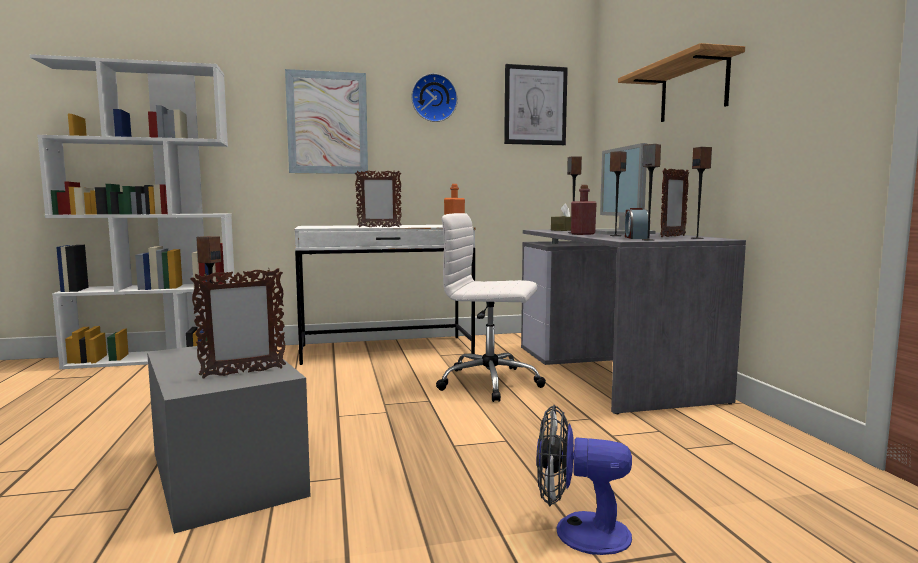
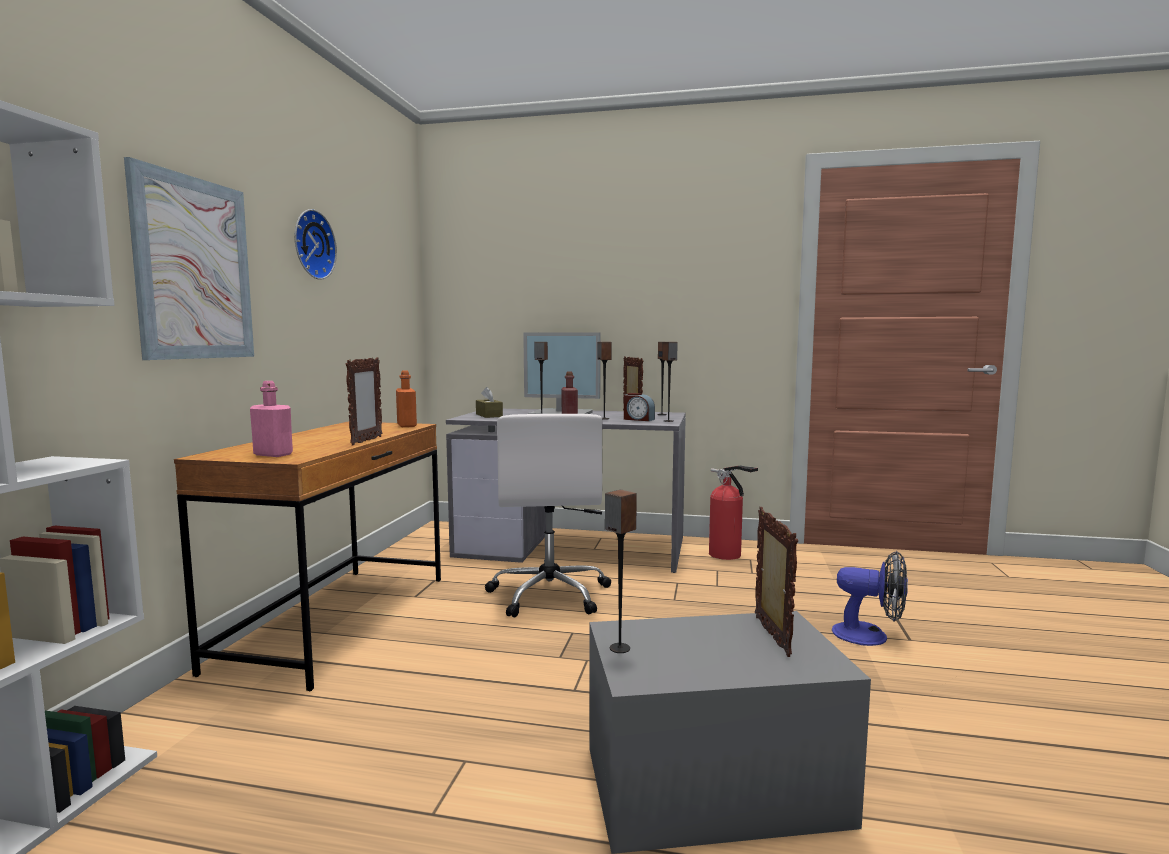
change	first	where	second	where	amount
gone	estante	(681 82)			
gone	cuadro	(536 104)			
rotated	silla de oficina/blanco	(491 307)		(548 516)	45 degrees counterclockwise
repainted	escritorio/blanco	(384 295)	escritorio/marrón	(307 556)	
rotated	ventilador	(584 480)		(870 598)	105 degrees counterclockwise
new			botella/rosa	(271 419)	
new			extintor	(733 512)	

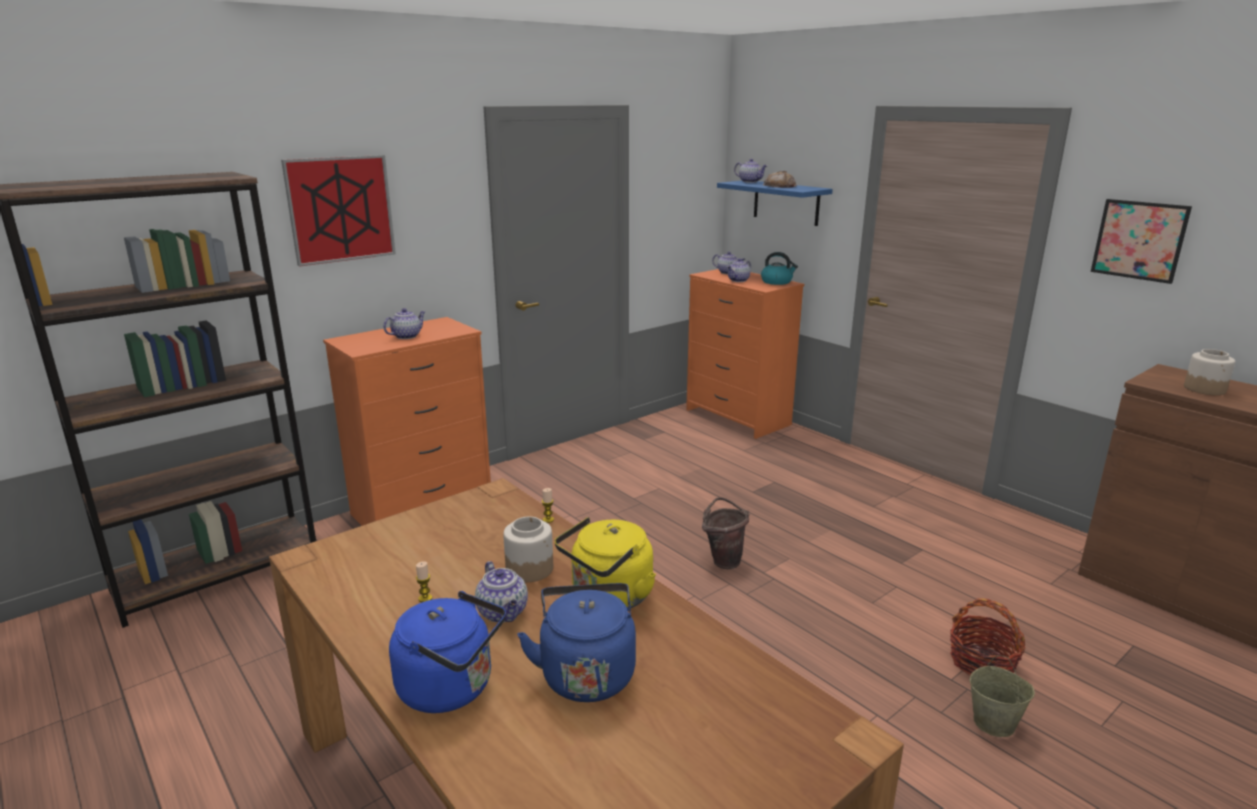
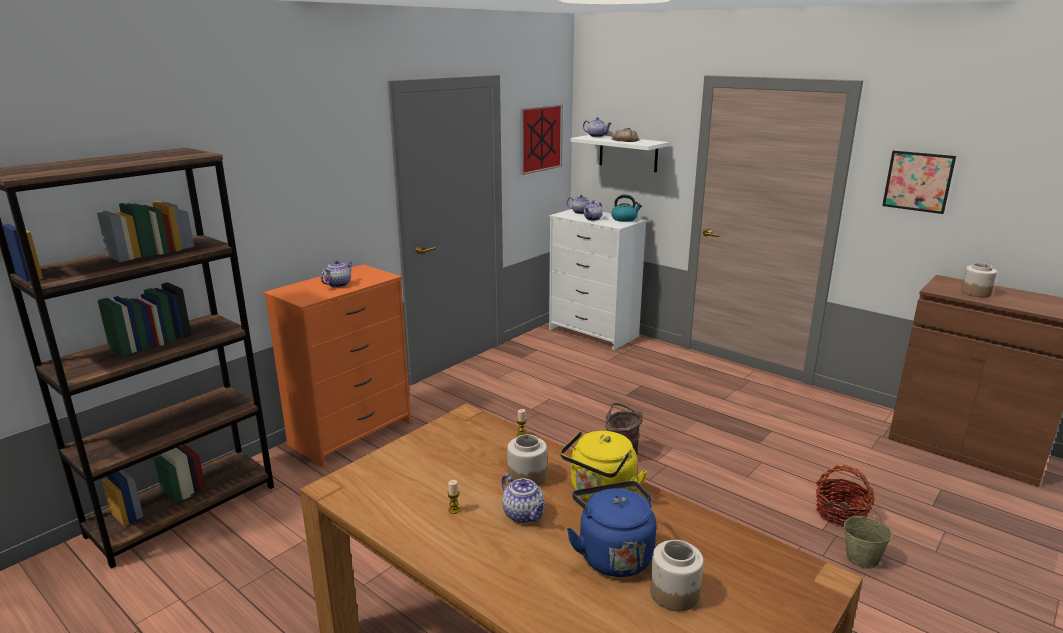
change	first	where	second	where	amount
shifted	cuadro	(338 211)		(541 139)	
repainted	estante/azul	(775 203)	estante/blanco	(620 153)	
repainted	cómoda/naranja	(745 354)	cómoda/blanco	(598 279)	
gone	hervidor/azul	(447 652)			
new			tarro	(677 575)	

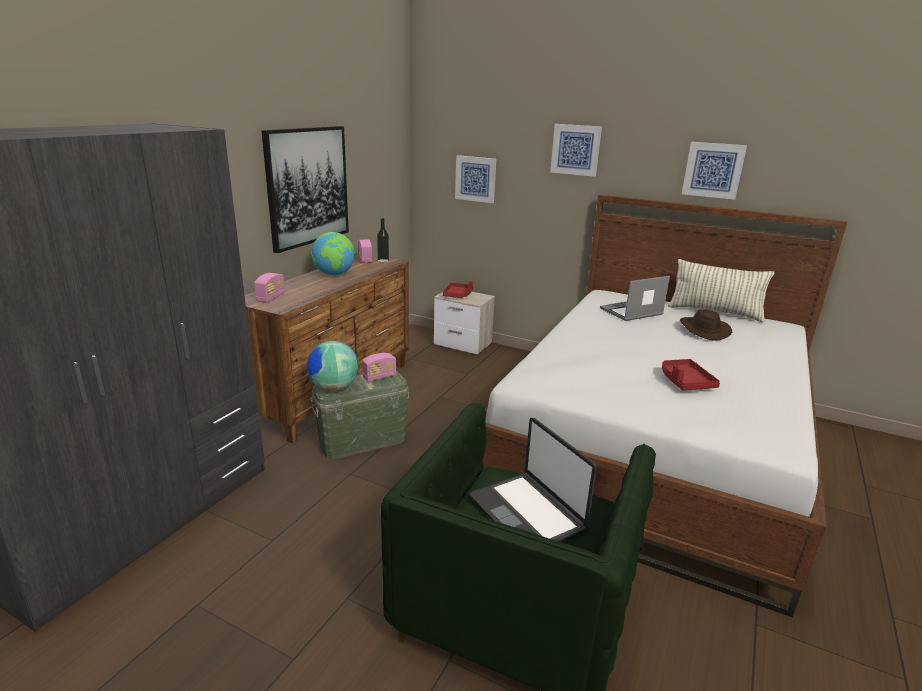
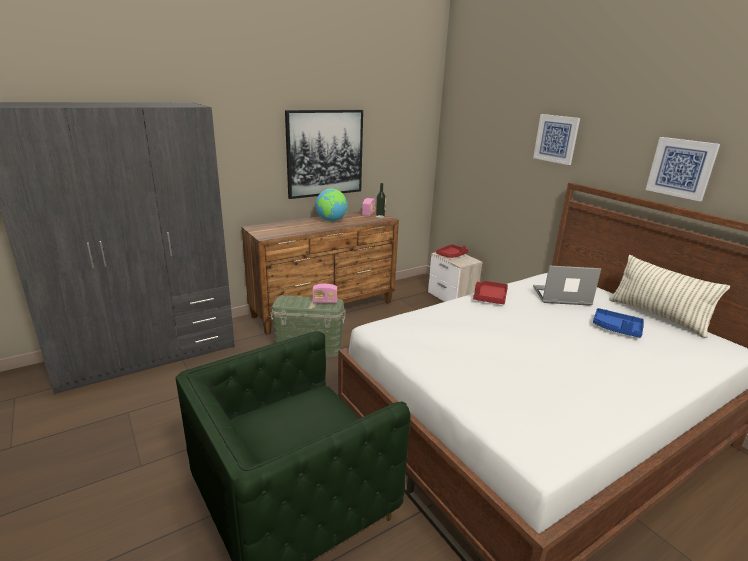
change	first	where	second	where	amount
gone	cuadro	(475 179)			
gone	radio	(269 288)			
swapped	sombrero/marrón	(706 325)	bandeja/azul	(618 323)	
gone	globo terráqueo	(332 366)			
shifted	bandeja/rojo	(691 374)		(490 292)	
gone	portátil	(533 480)			

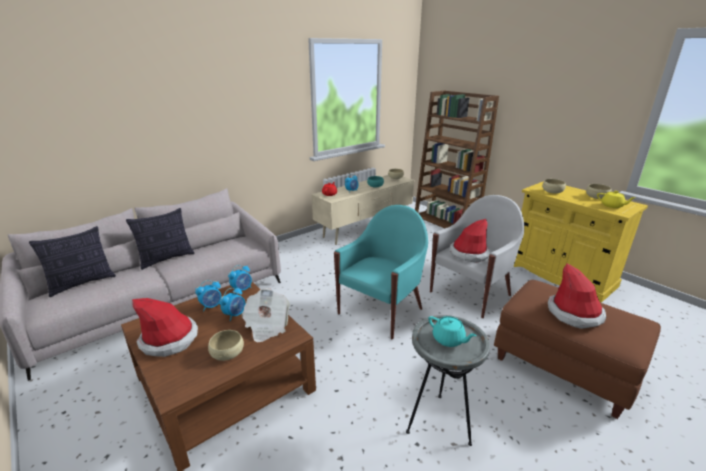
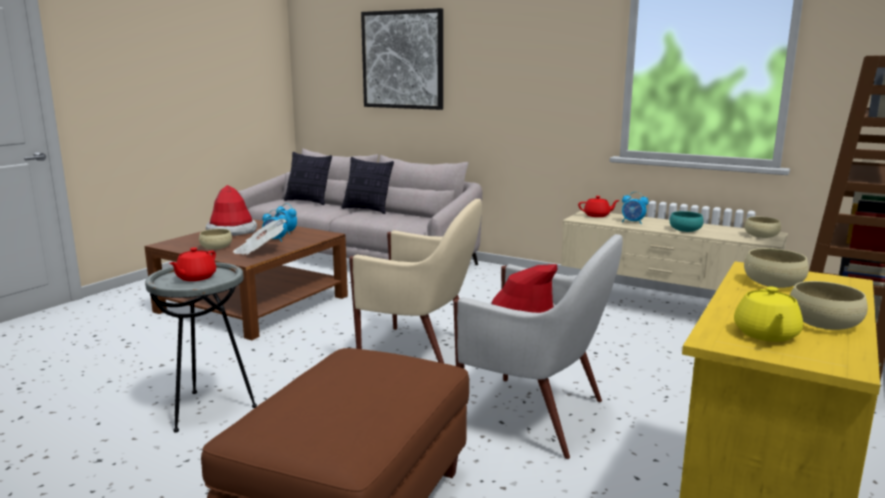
change	first	where	second	where	amount
repainted	sillón/turquesa	(381 272)	sillón/beis	(415 281)	
gone	sombrero	(577 296)			
gone	despertador	(240 279)			
repainted	tetera/turquesa	(452 331)	tetera/rojo	(192 264)	
new			cuadro	(402 59)	

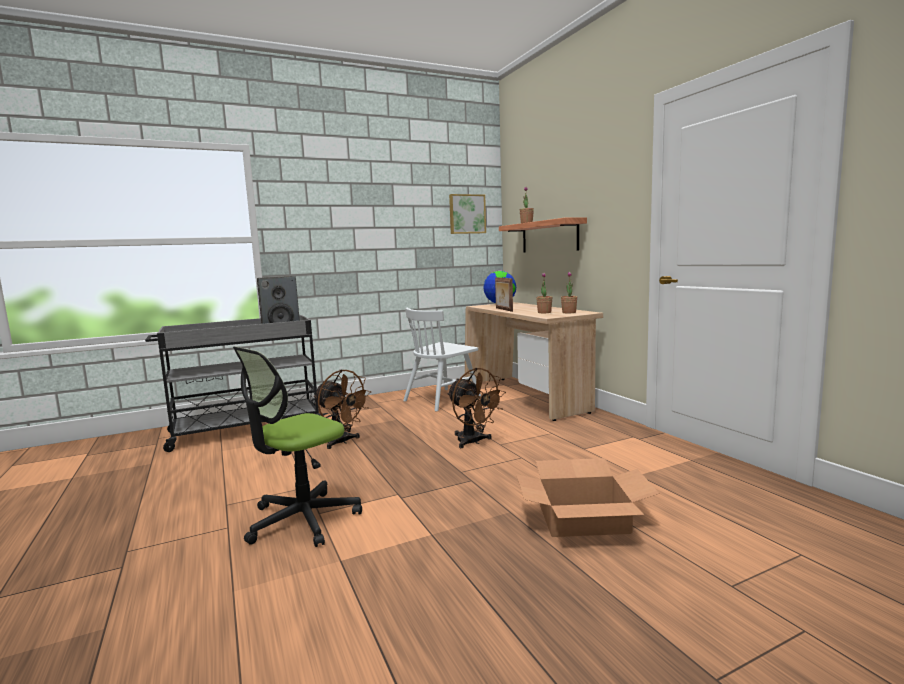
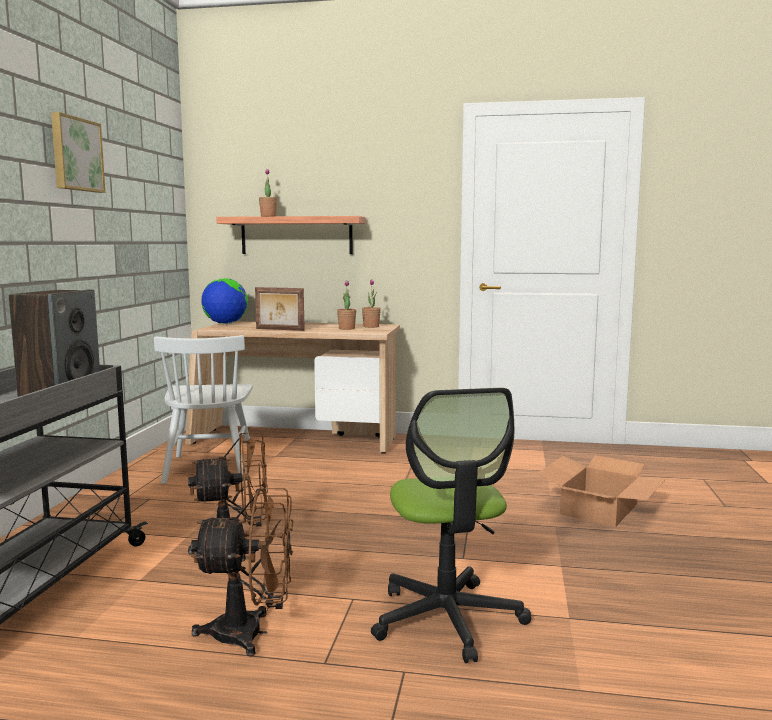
change	first	where	second	where	amount
shifted	cuadro	(467 214)		(78 152)	
shifted	ventilador/marrón	(476 408)		(241 572)	

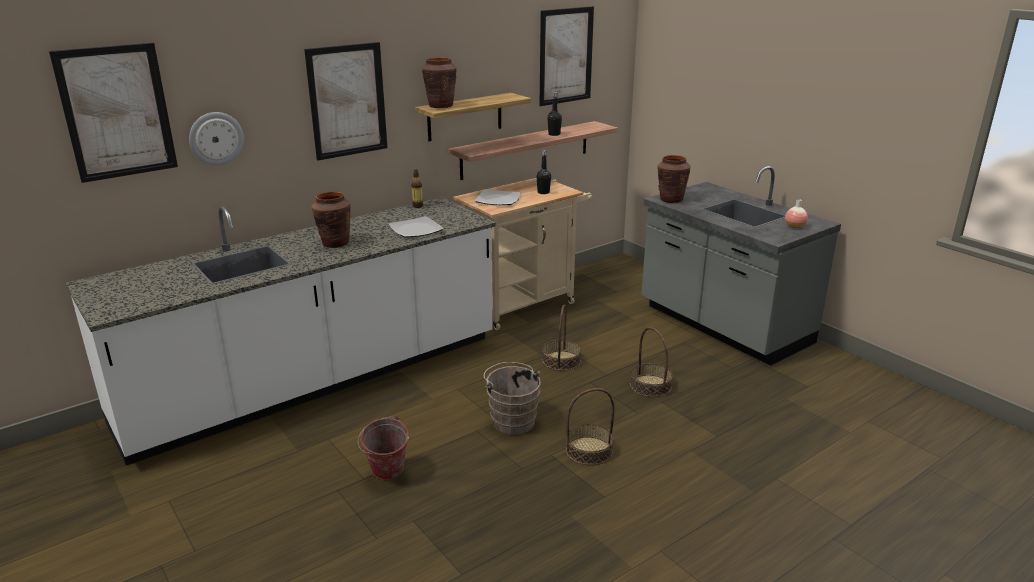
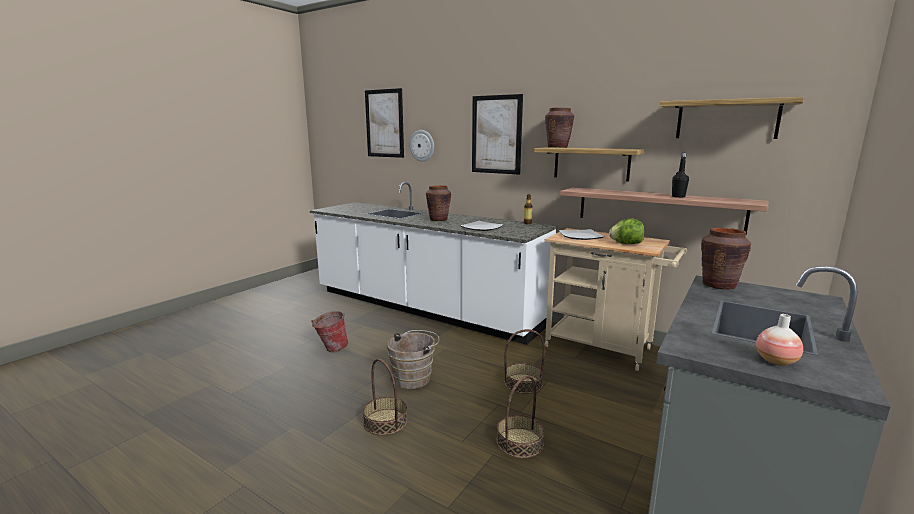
change	first	where	second	where	amount
swapped	cuadro	(566 56)	estante	(732 118)	
swapped	botella/negro	(543 172)	lechuga	(627 231)	

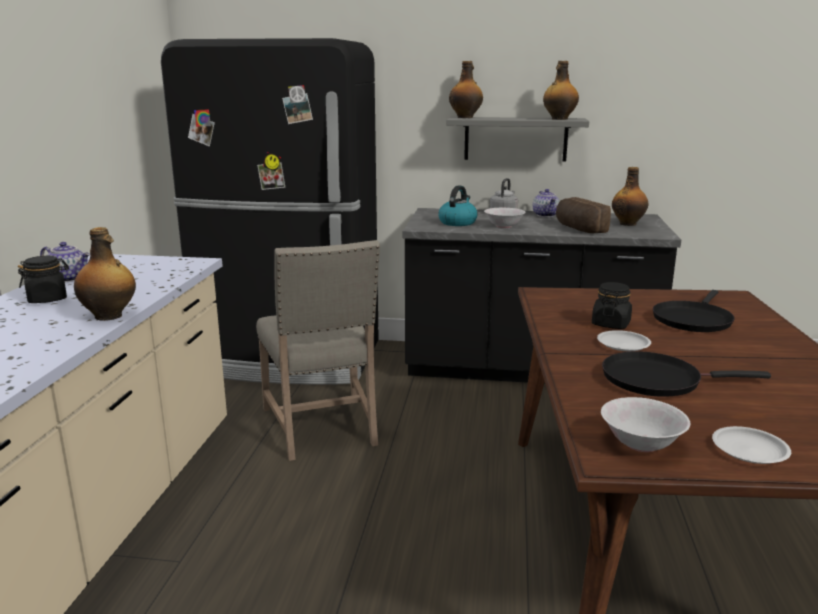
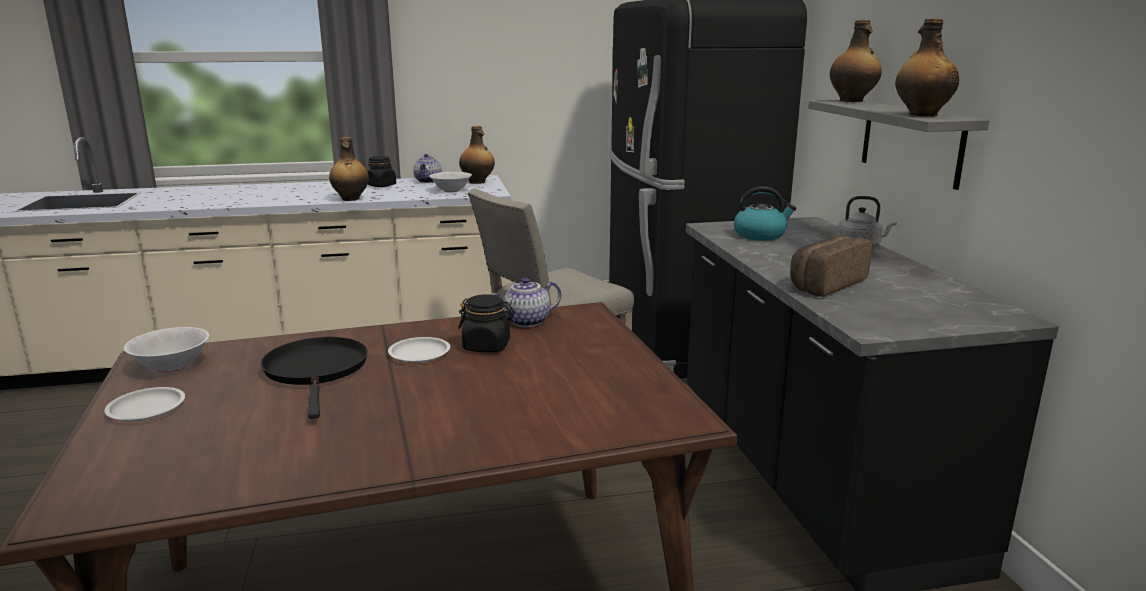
change	first	where	second	where	amount
shifted	botella	(630 196)		(477 155)	
shifted	tetera	(546 203)		(526 302)	
shifted	cuenco/blanco	(505 218)		(450 182)	
gone	sartén/negro	(694 311)			

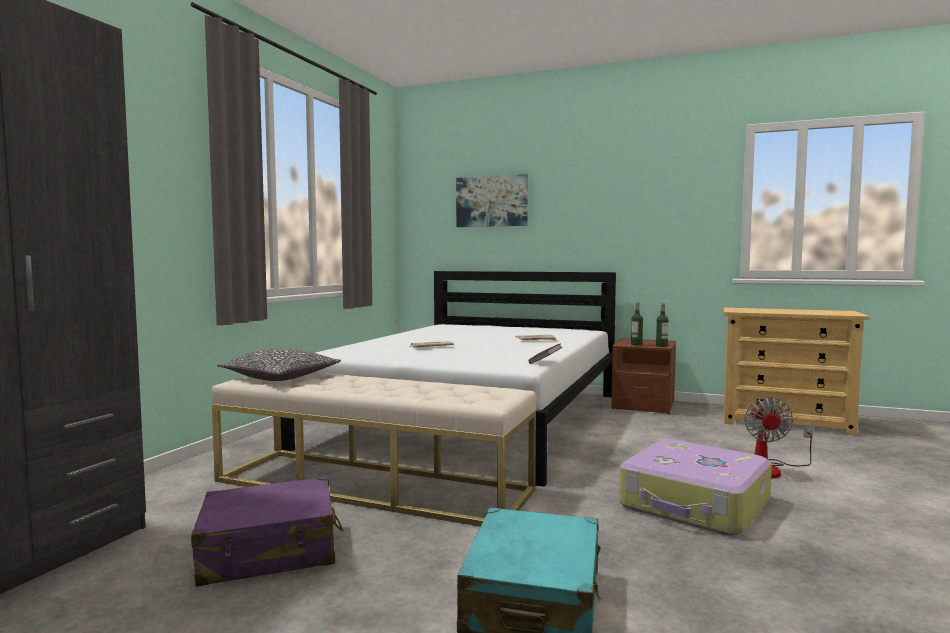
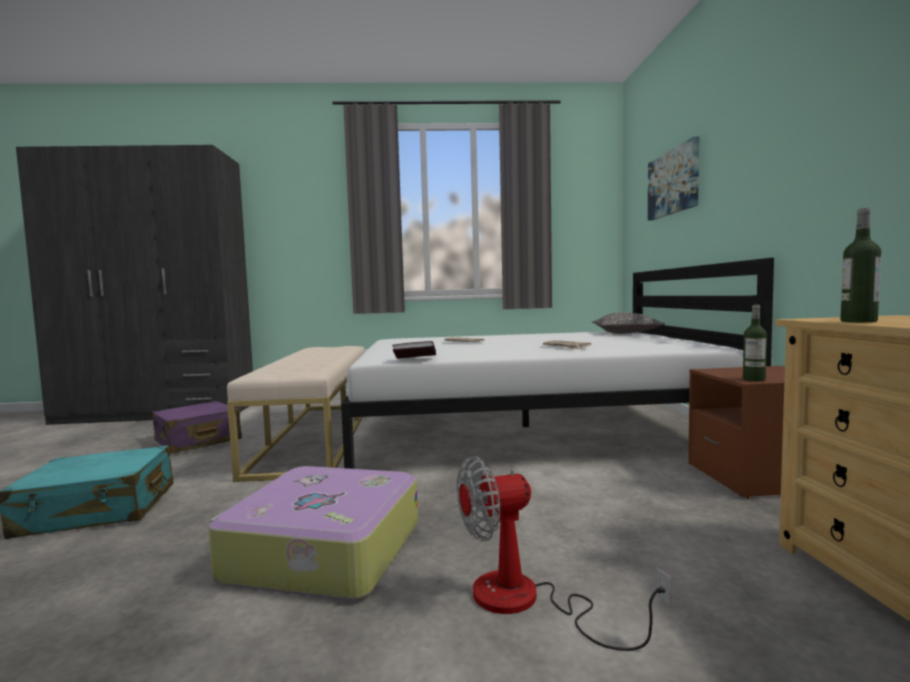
change	first	where	second	where	amount
shifted	botella	(637 324)		(860 265)	
shifted	cojín	(279 364)		(629 323)	

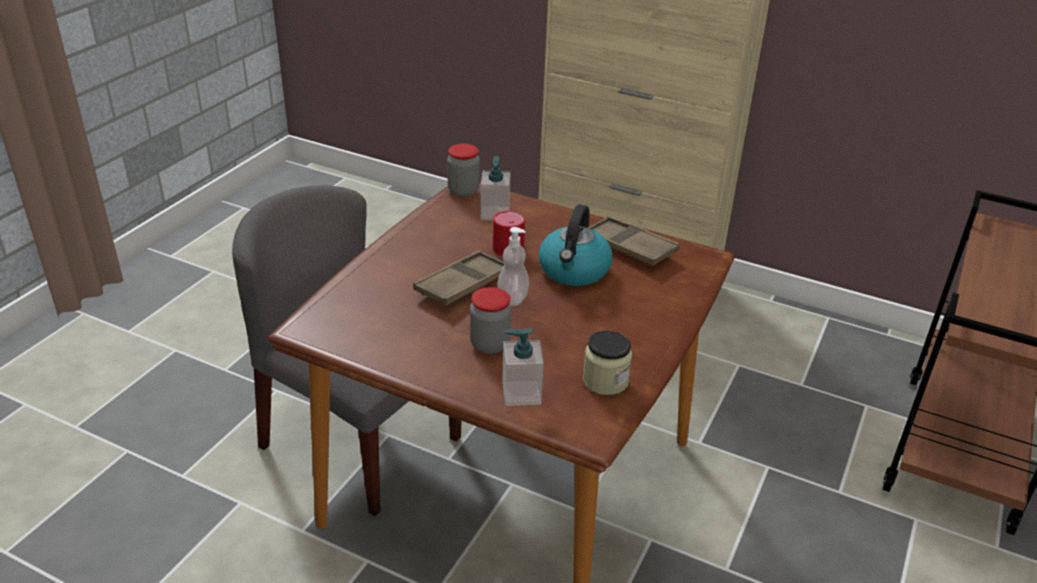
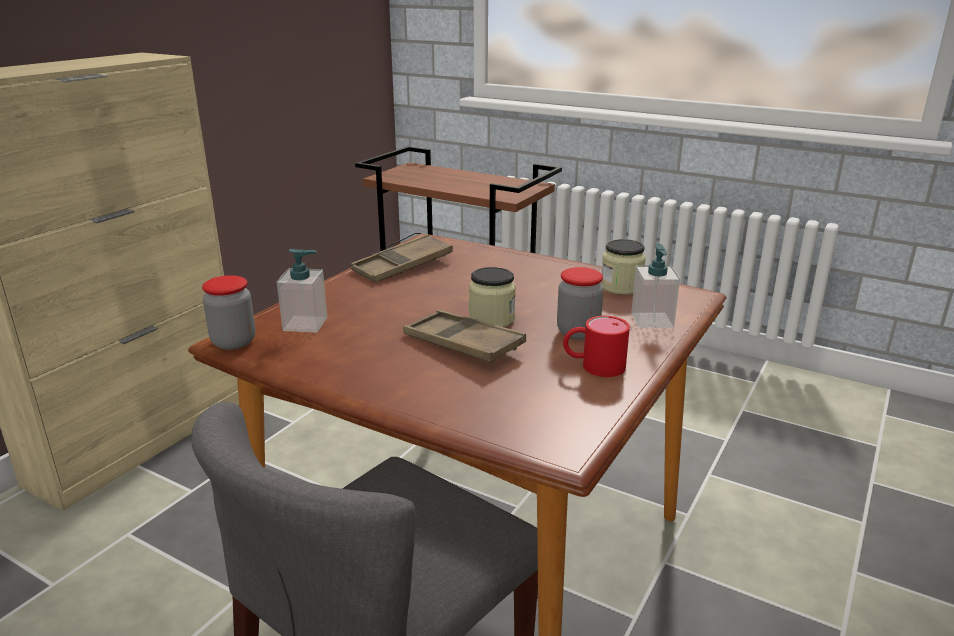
change	first	where	second	where	amount
gone	hervidor	(575 245)			
shifted	taza grande/rojo	(509 233)		(596 346)	
swapped	dispensador de jabón	(513 266)	tarro	(492 297)	

